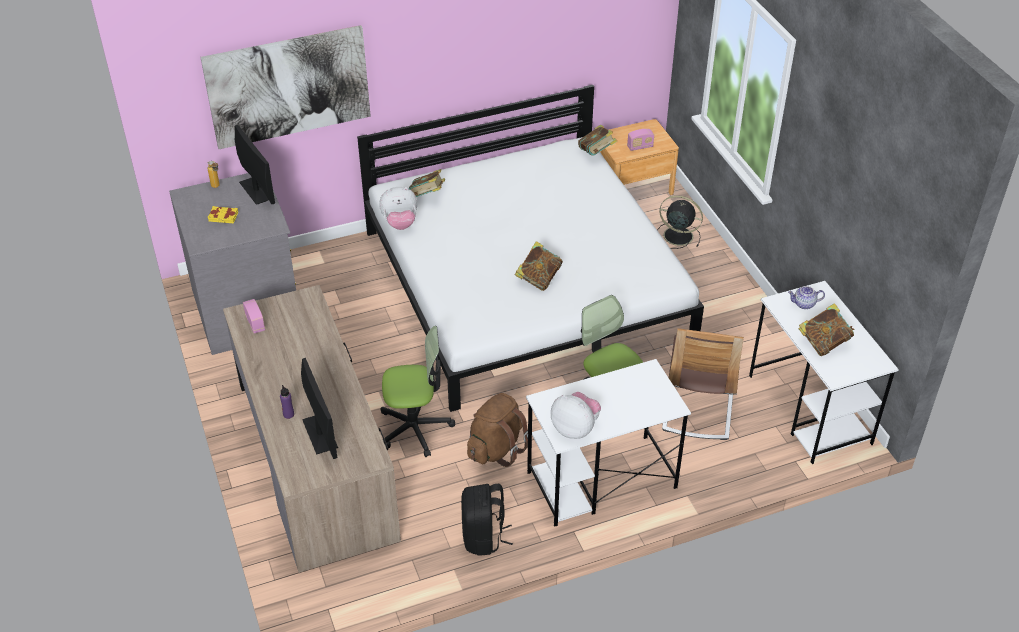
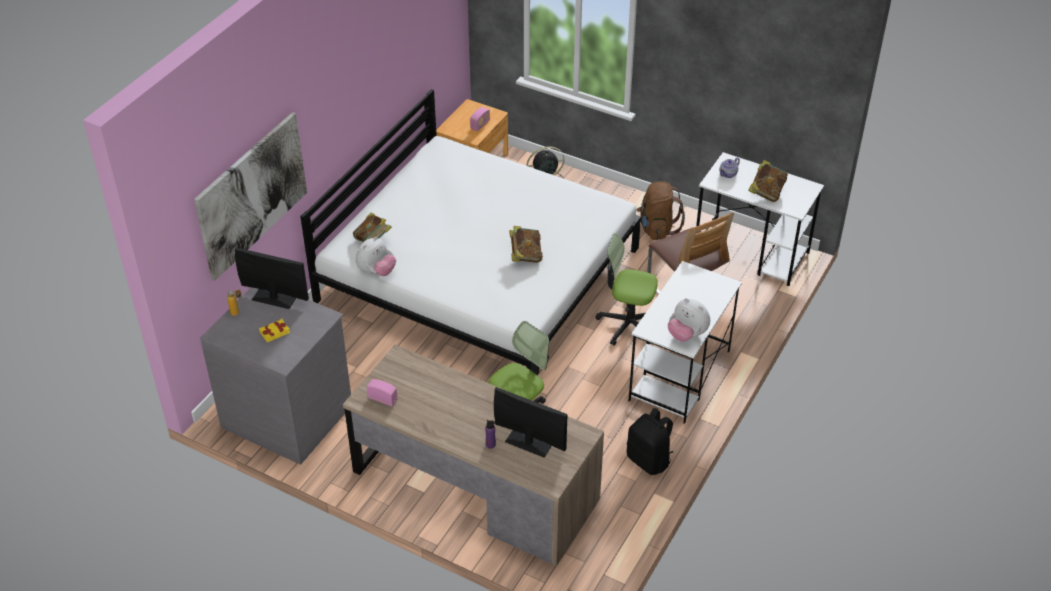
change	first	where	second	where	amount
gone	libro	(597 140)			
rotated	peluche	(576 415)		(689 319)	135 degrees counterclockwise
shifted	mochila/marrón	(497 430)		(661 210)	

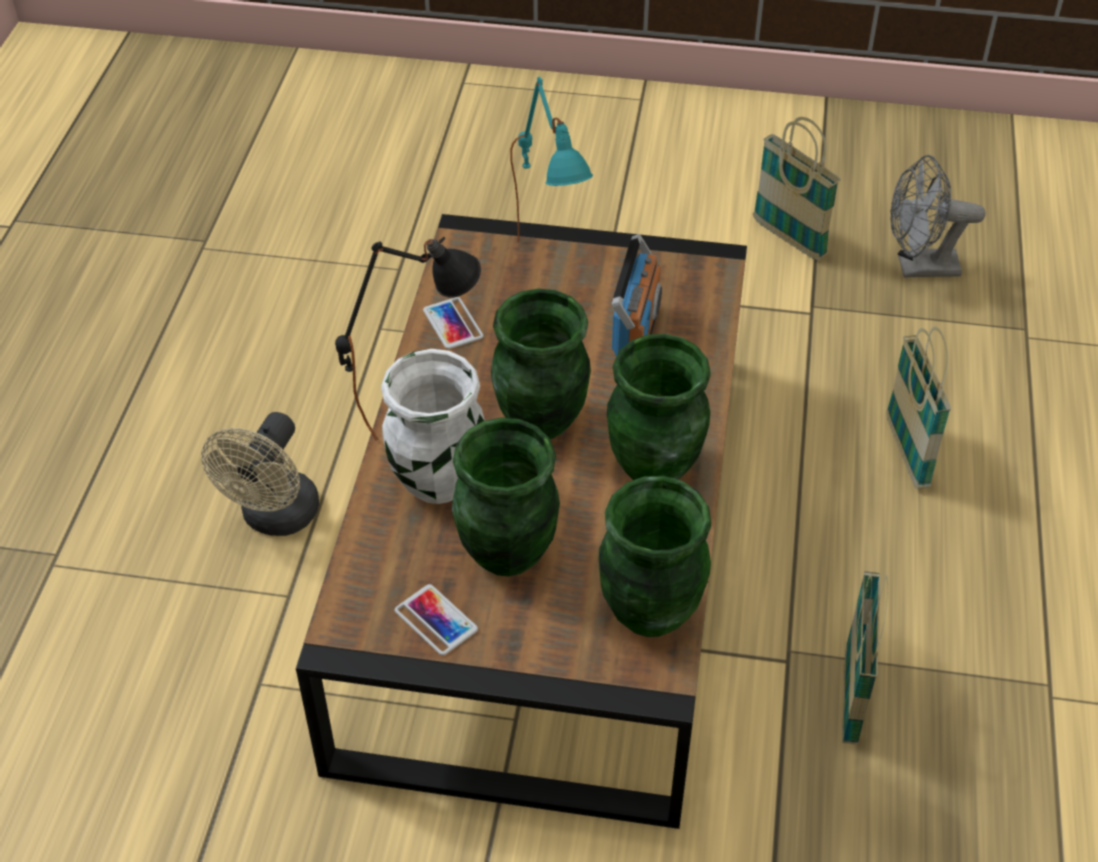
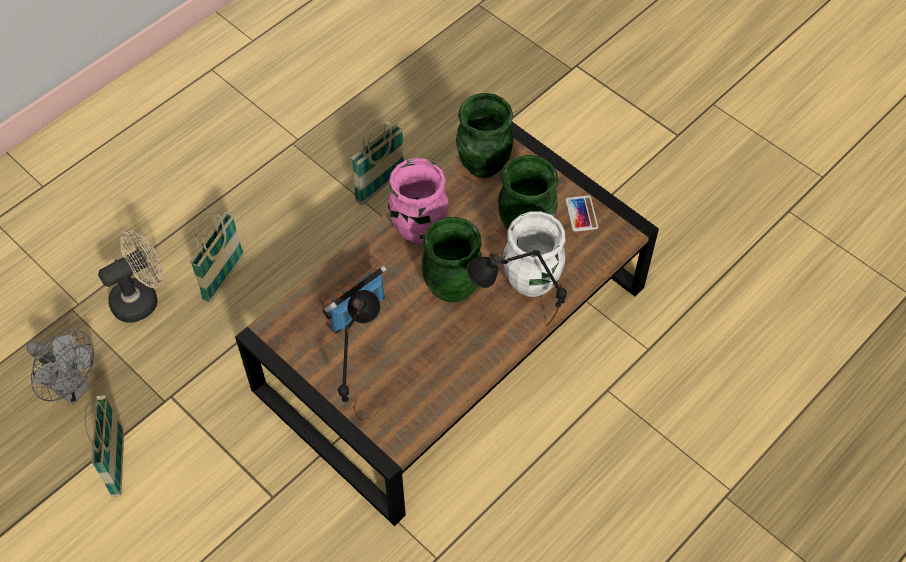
change	first	where	second	where	amount
repainted	lámpara de mesa/turquesa	(552 160)	lámpara de mesa/negro	(359 356)	
gone	móvil	(453 323)			
repainted	florero/verde	(659 407)	florero/rosa	(418 201)	
shifted	ventilador/beis	(260 474)		(130 276)	

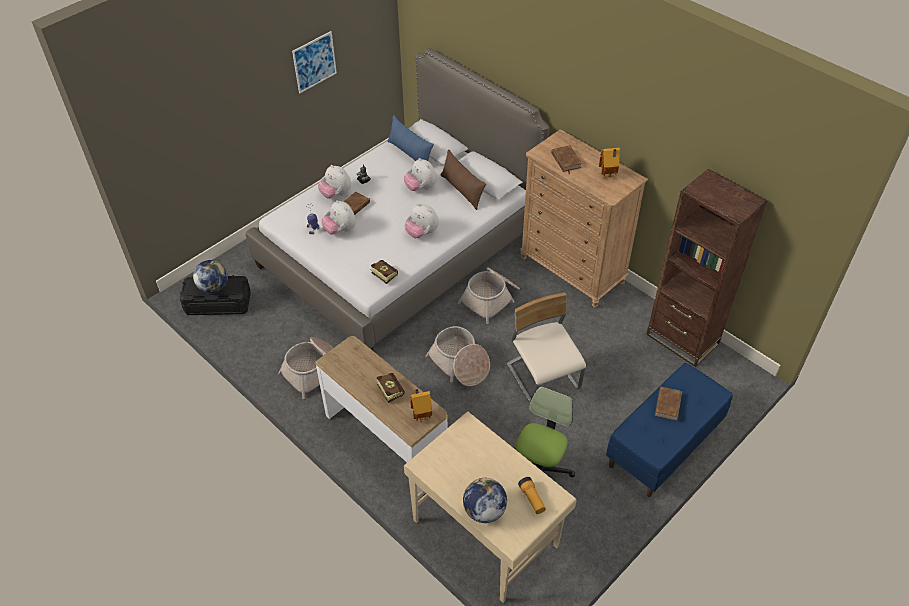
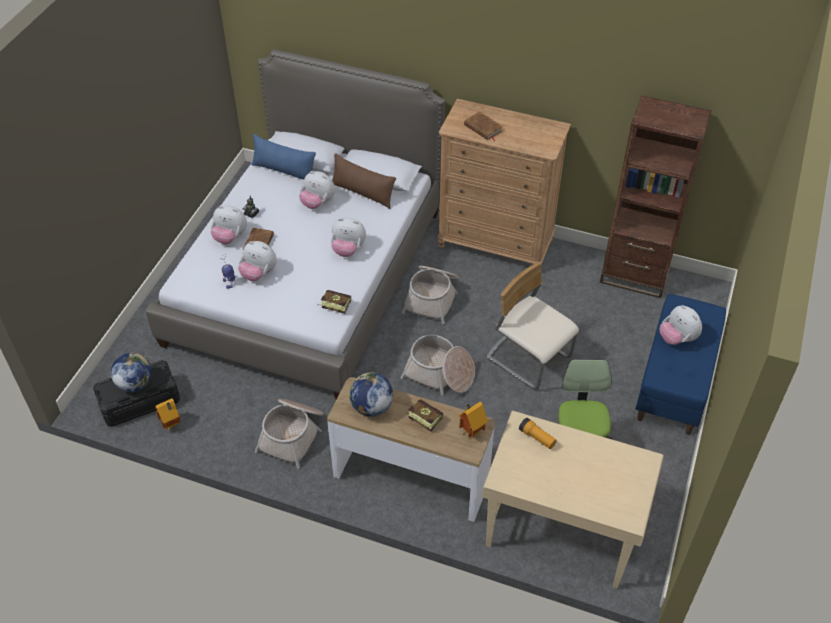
change	first	where	second	where	amount
gone	cuadro	(314 62)			
shifted	casita	(609 163)		(168 414)	
swapped	libro/marrón	(668 403)	peluche	(681 325)	
shifted	globo terráqueo	(485 500)		(371 394)	
shifted	linterna	(532 495)		(537 433)	

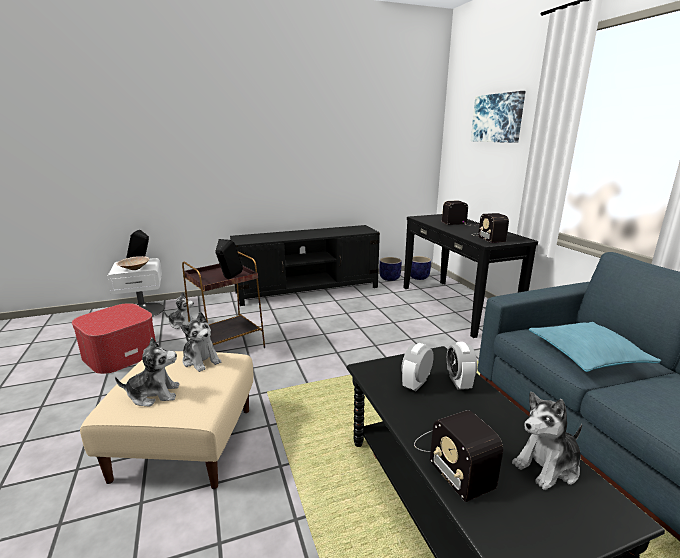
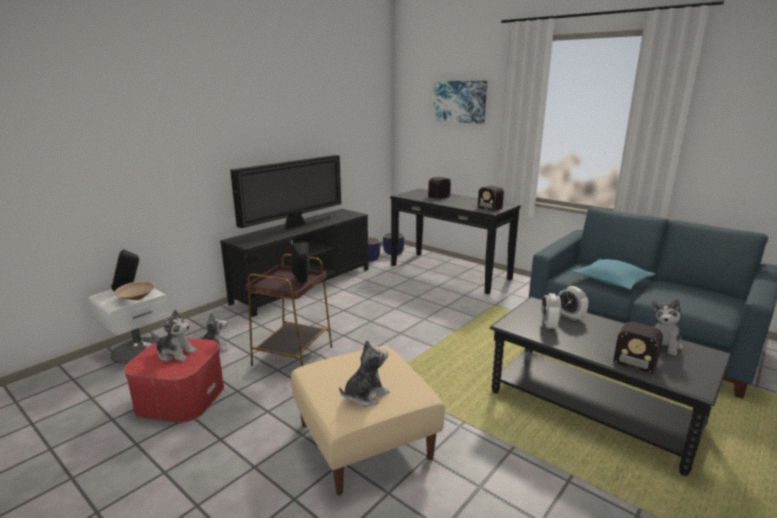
change	first	where	second	where	amount
shifted	peluche	(201 342)		(174 336)	
new			televisor	(285 193)	

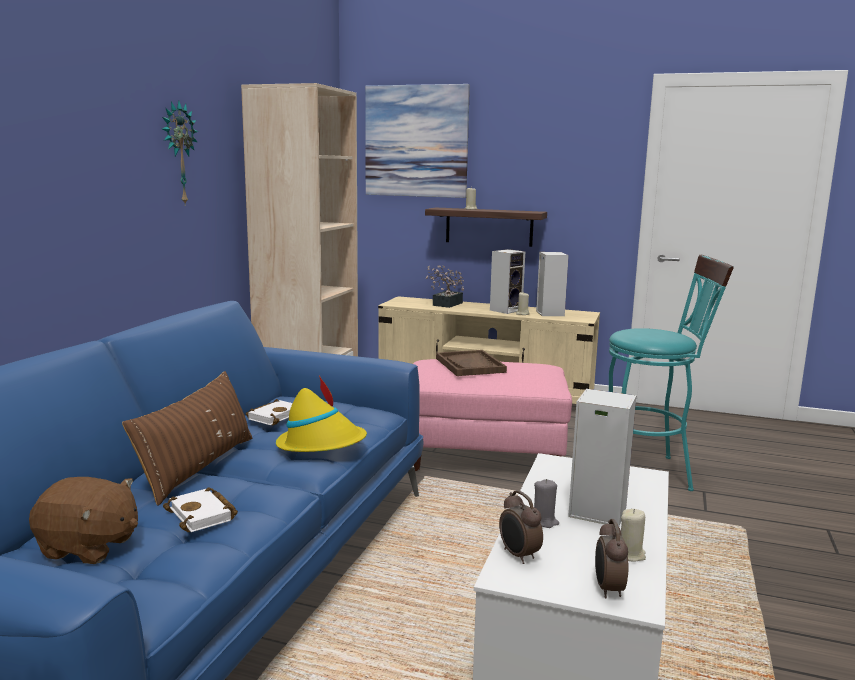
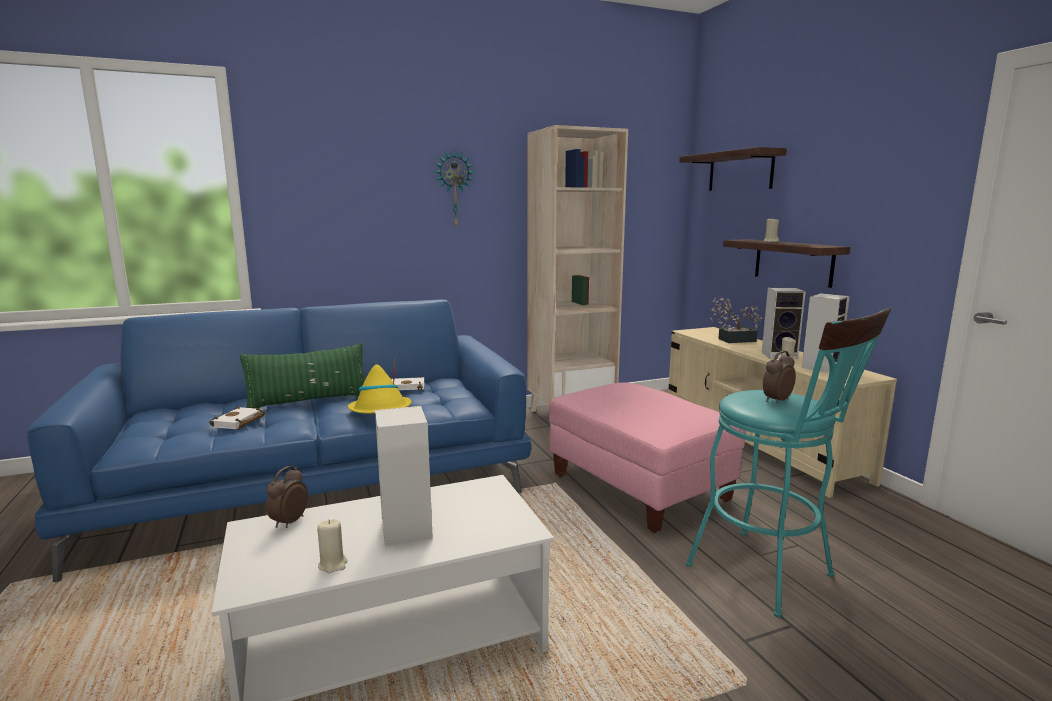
change	first	where	second	where	amount
swapped	cuadro	(417 141)	estante	(733 169)	
gone	bandeja/marrón	(471 363)			
repainted	cojín/marrón	(187 438)	cojín/verde	(302 376)	
gone	peluche/marrón	(83 520)			
gone	vela/gris	(546 503)			
shifted	despertador	(612 558)		(779 377)	

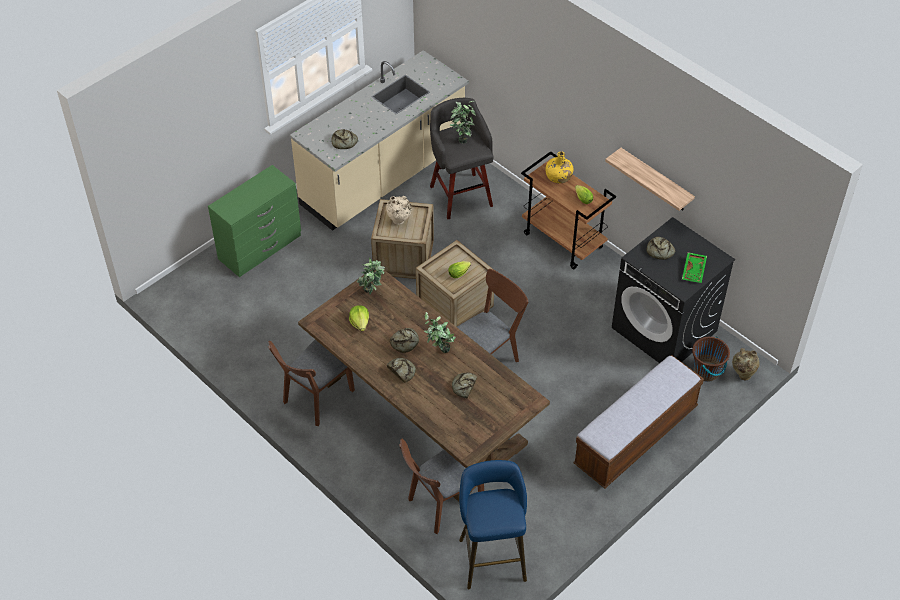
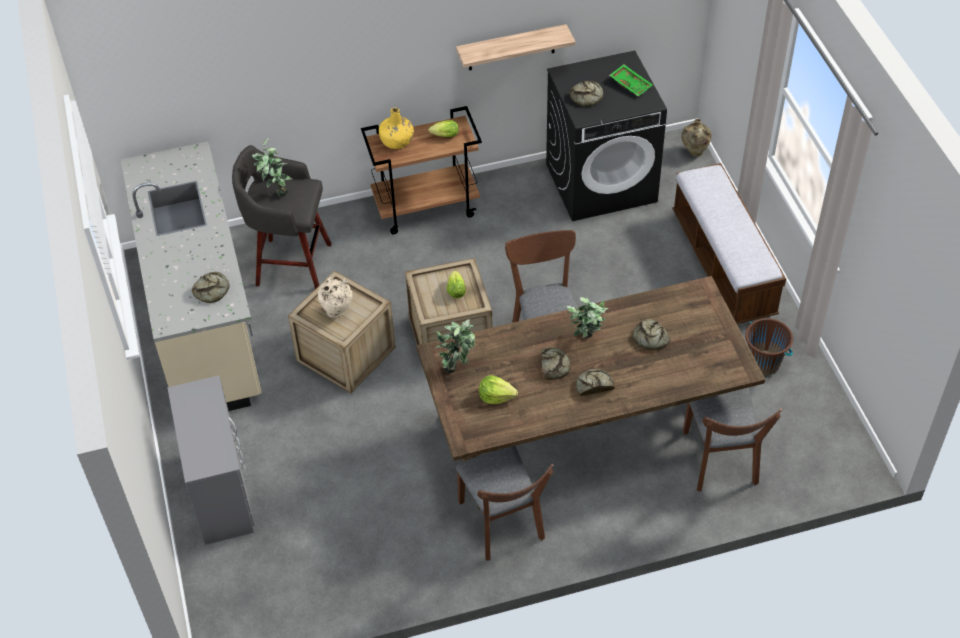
change	first	where	second	where	amount
repainted	cómoda/verde	(254 221)	cómoda/gris	(211 460)	
shifted	cubo/marrón	(711 359)		(769 346)	
gone	taburete/azul	(493 524)			

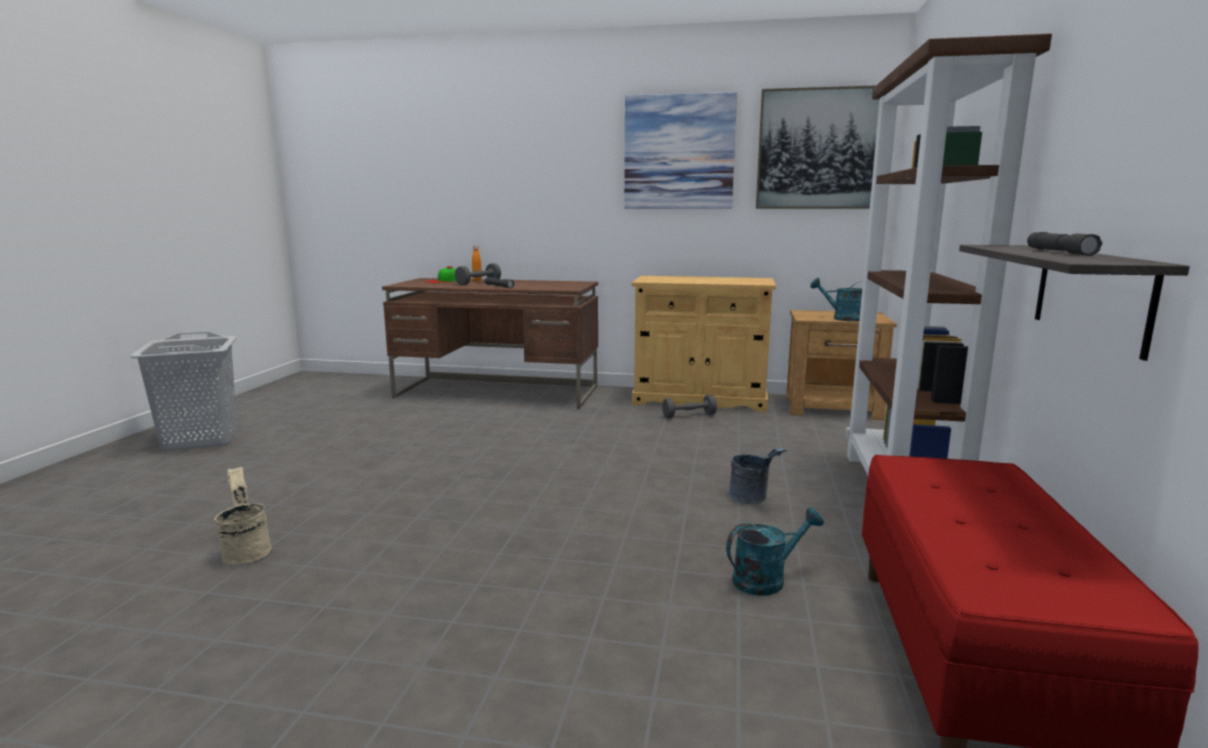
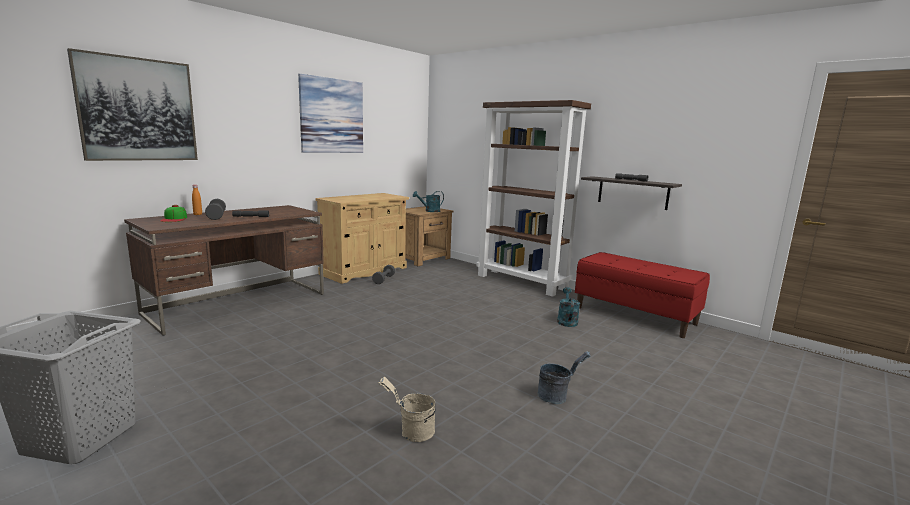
change	first	where	second	where	amount
shifted	cuadro	(817 147)		(132 104)	
shifted	cubo/gris	(758 476)		(564 378)	

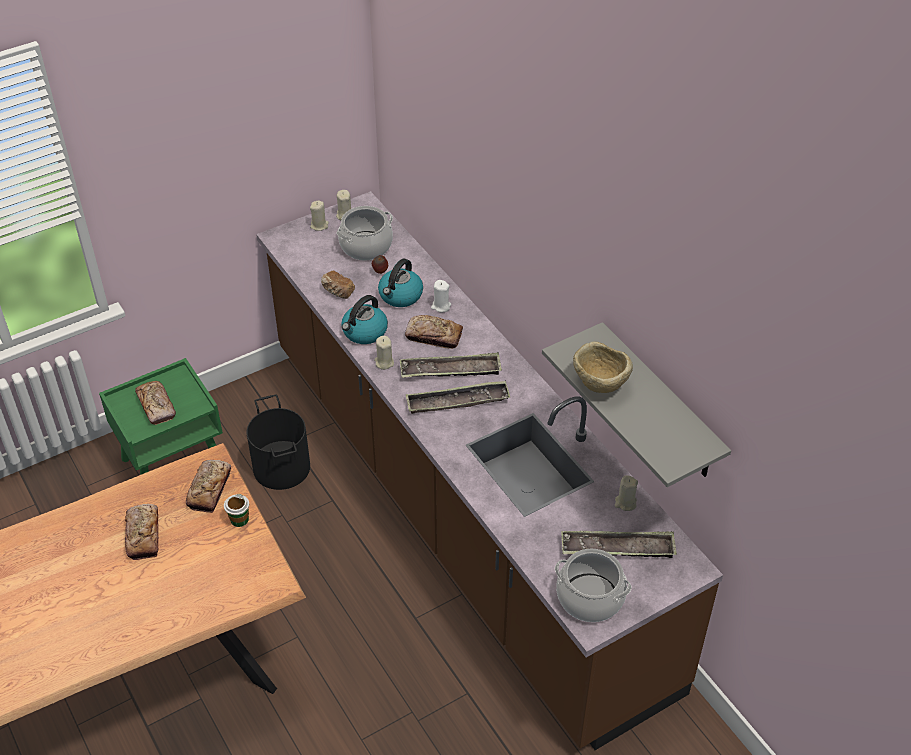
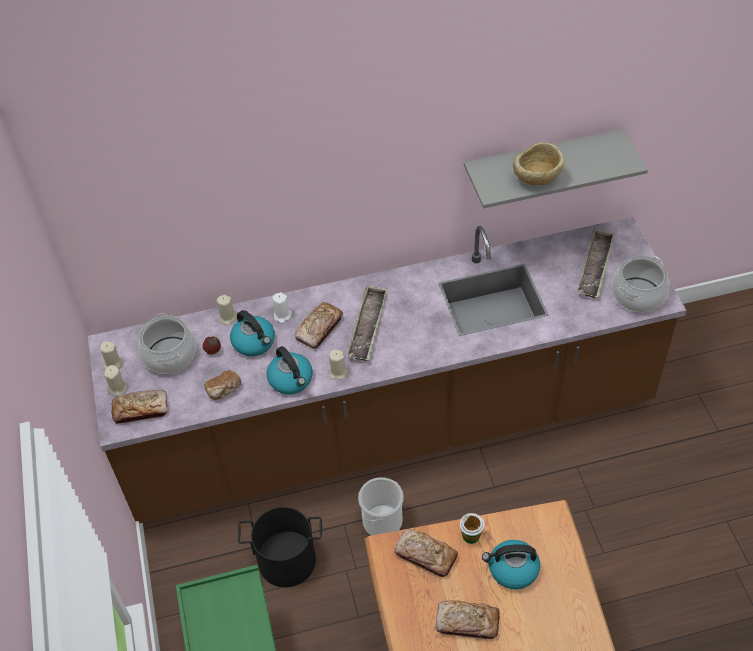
change	first	where	second	where	amount
shifted	pan	(155 403)		(139 407)	
gone	bandeja	(458 397)			
shifted	vela/beis	(626 493)		(226 310)	
new			cubo	(381 506)	
new			hervidor	(511 564)	

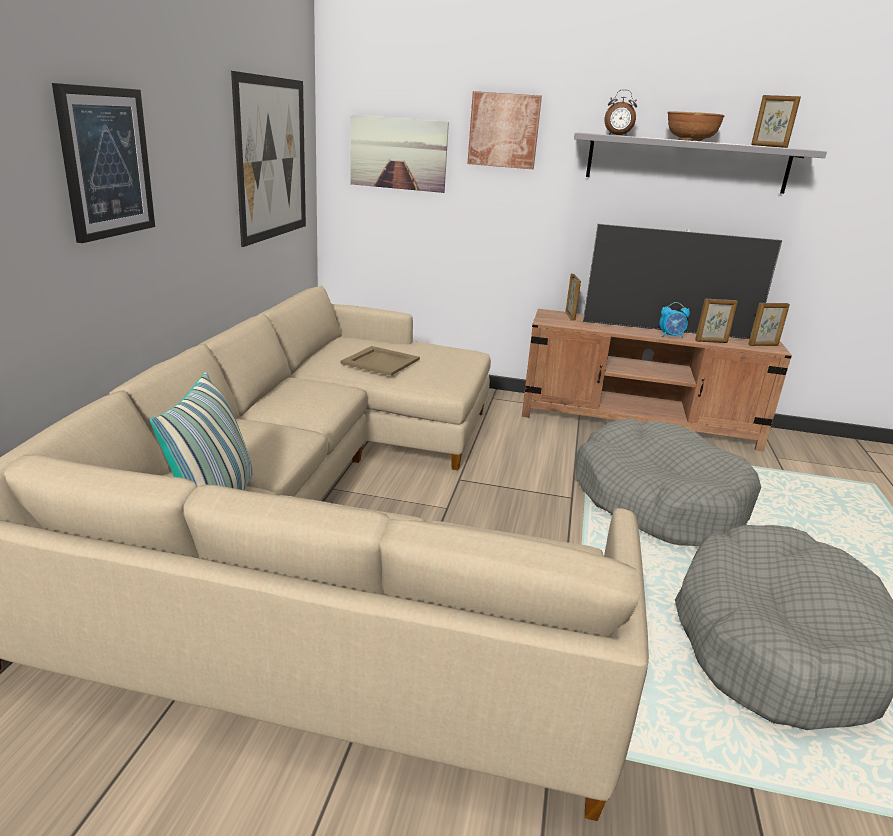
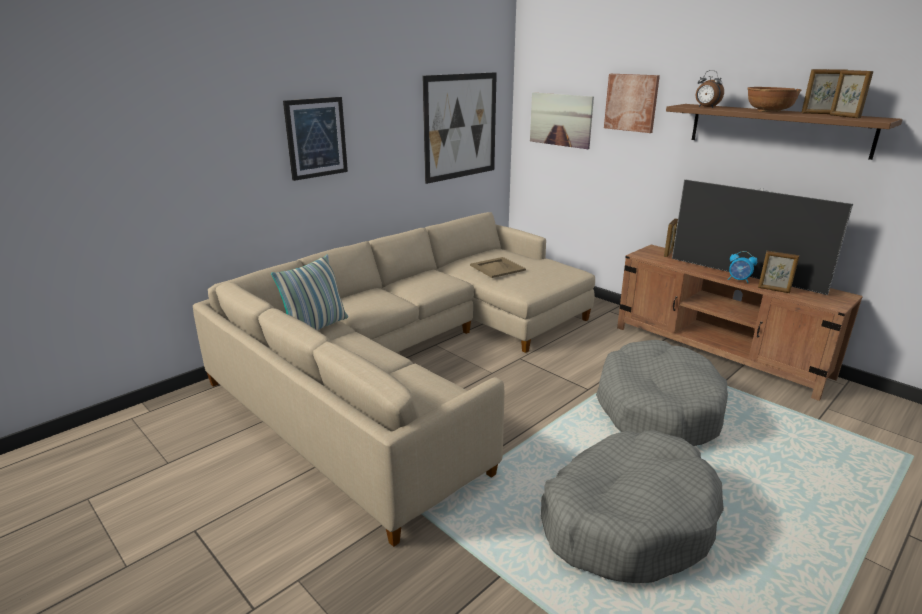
change	first	where	second	where	amount
repainted	estante/gris	(700 163)	estante/marrón	(784 132)	
shifted	portarretratos	(769 324)		(823 91)	

